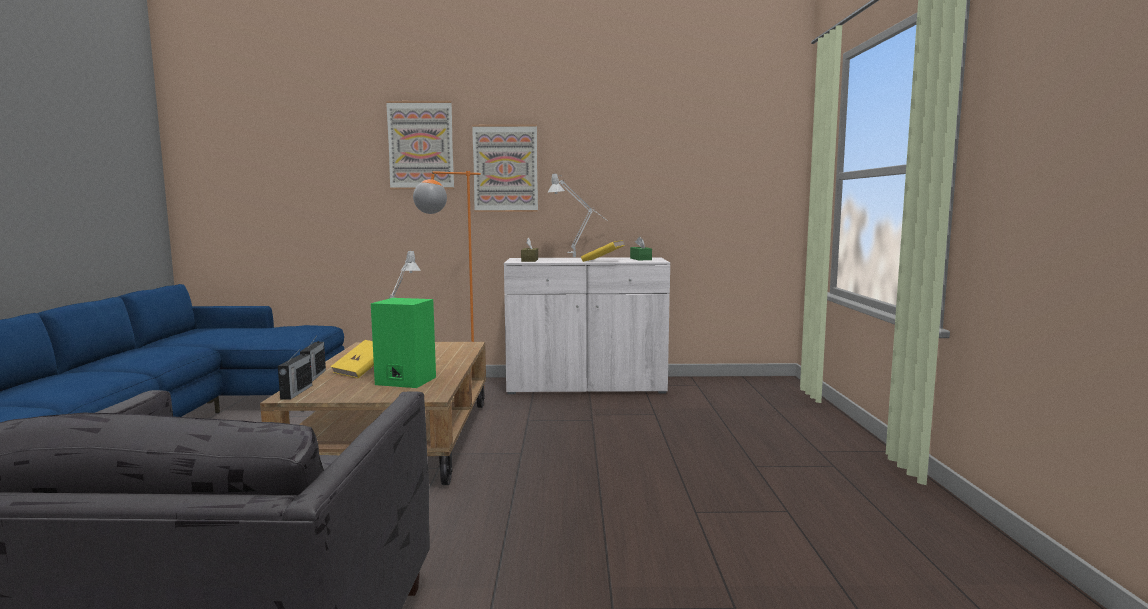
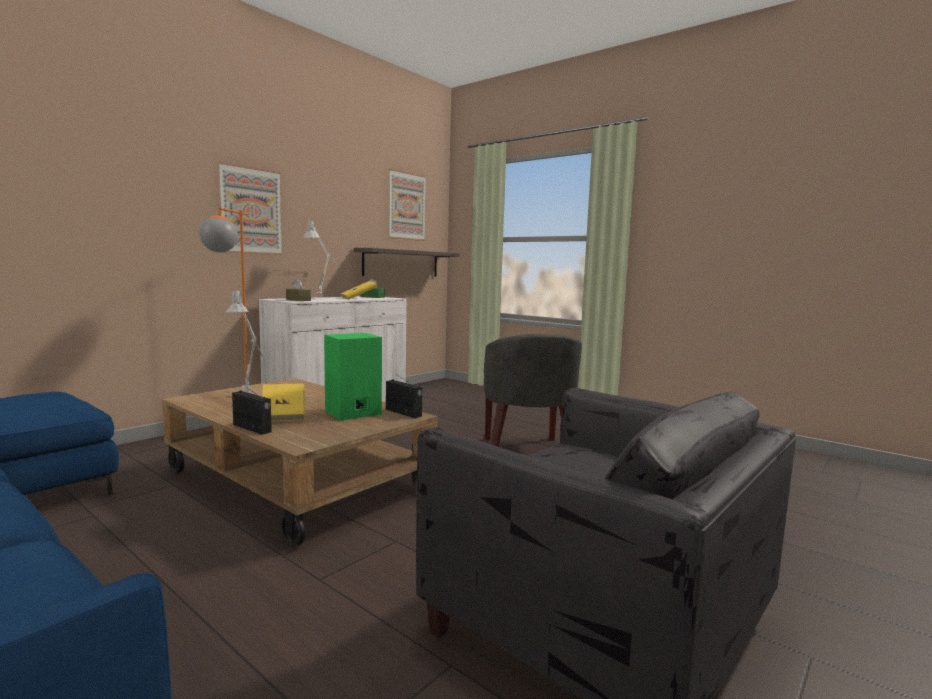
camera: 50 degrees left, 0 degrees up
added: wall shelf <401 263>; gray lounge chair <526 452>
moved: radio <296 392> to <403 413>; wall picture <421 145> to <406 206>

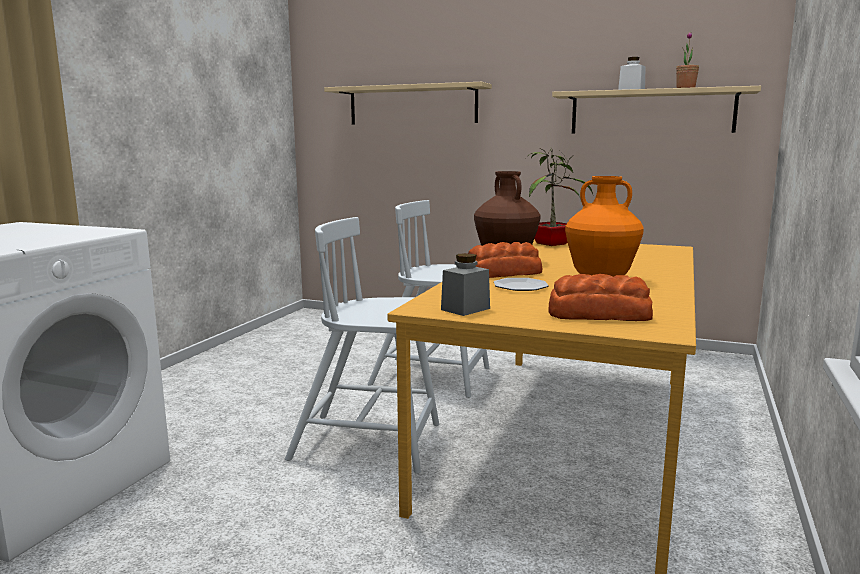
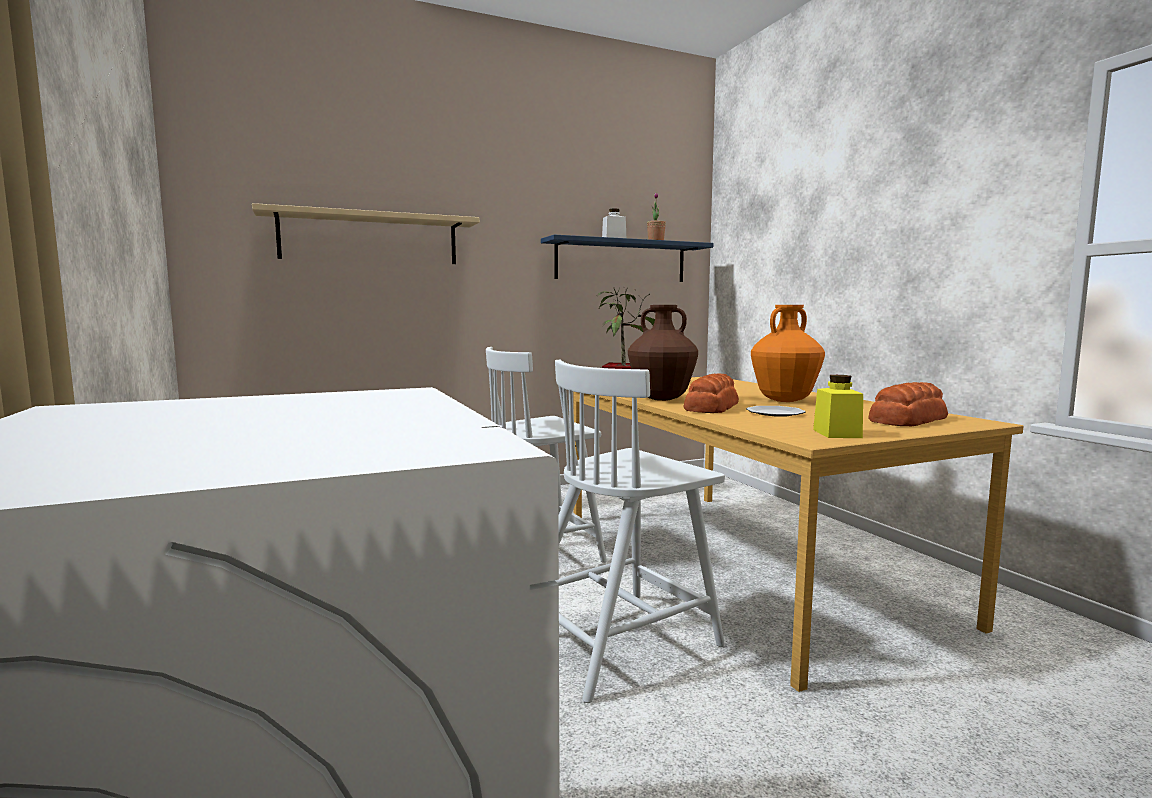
camera: 45 degrees left, 5 degrees down
recoloured: gray preserve jar <465 309> to yellow-coloured preserve jar <837 433>; sand-coloured wall shelf <651 112> to bluish wall shelf <621 261>

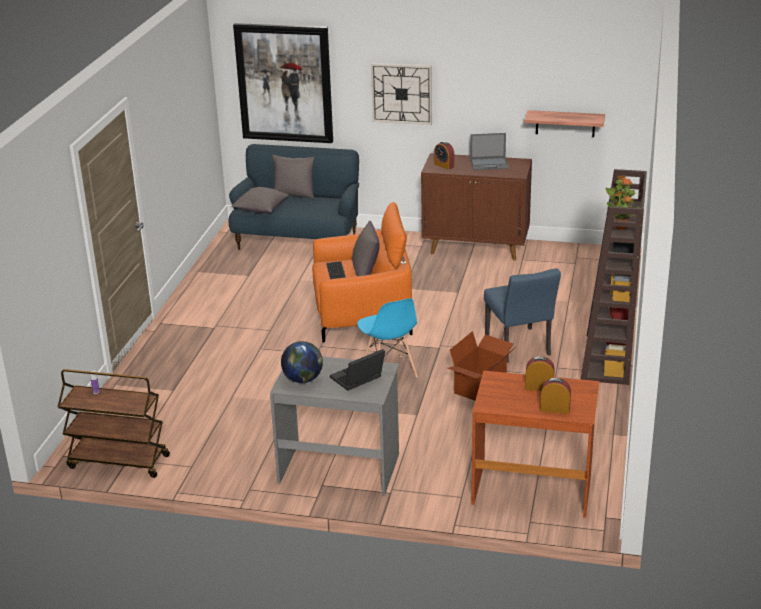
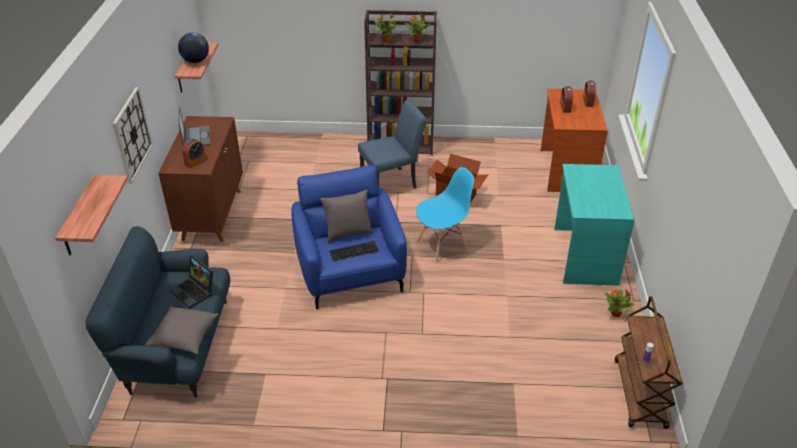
camera: 100 degrees left, 10 degrees up
removed: gray cushion <294 196>
added: potted plant <616 313>
moved: desk globe <303 379> to <195 61>; notebook computer <357 379> to <195 291>
replaced: wall picture <284 83> to wall shelf <79 217>
recoloured: gray desk table <339 467> to turquoise desk table <584 255>; orange-coloured lounge chair <362 316> to bluish lounge chair <350 272>

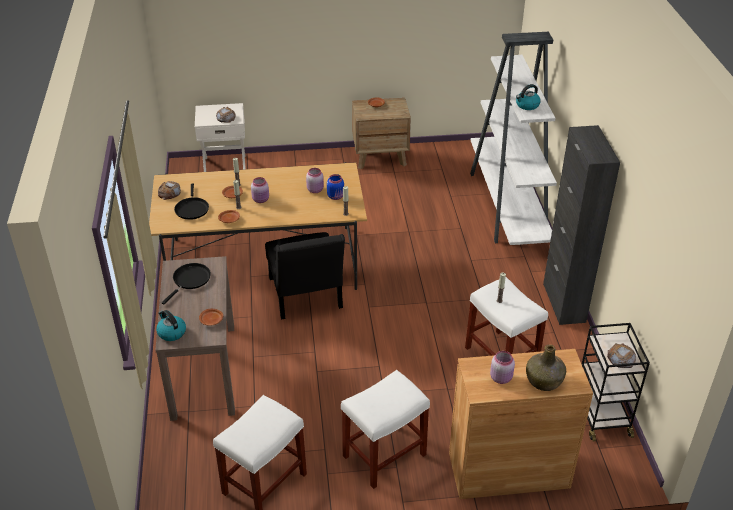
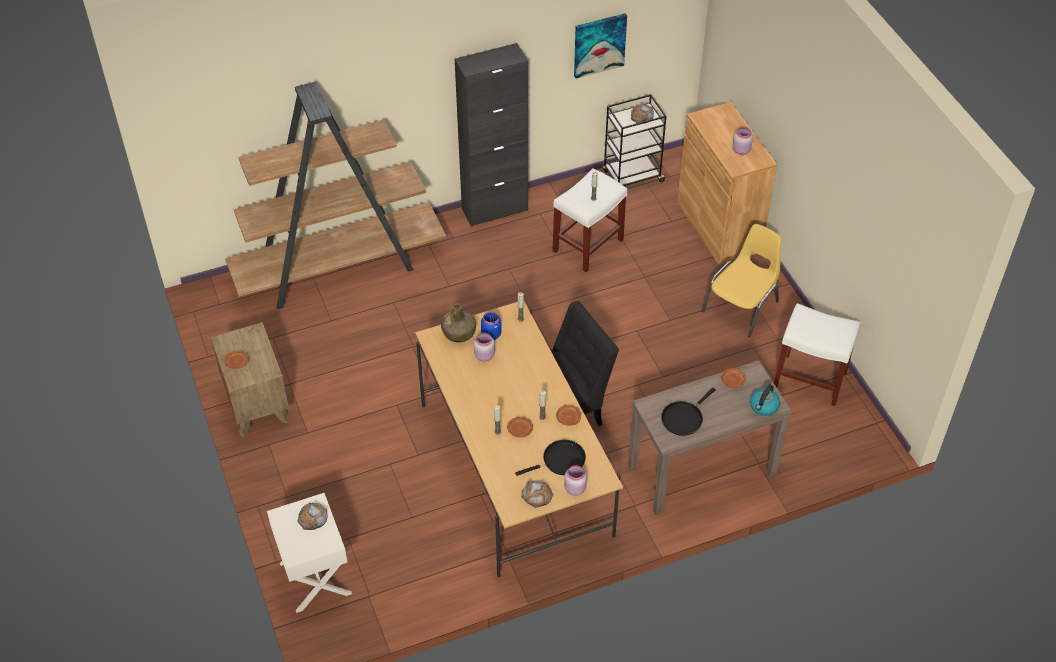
camera: 105 degrees left, 10 degrees up
removed: water kettle <527 105>
added: wall picture <599 44>
moved: pinkish preserve jar <261 200> to <575 488>; green-coloured drink bottle <544 380> to <459 333>
replaced: white sitting stool <383 456> to yellow-coloured upright chair <742 306>
recoloured: white bookcase <508 206> to brown bookcase <339 267>
turned: black-coloured skillet <190 280> = <683 418> 60 degrees counterclockwise

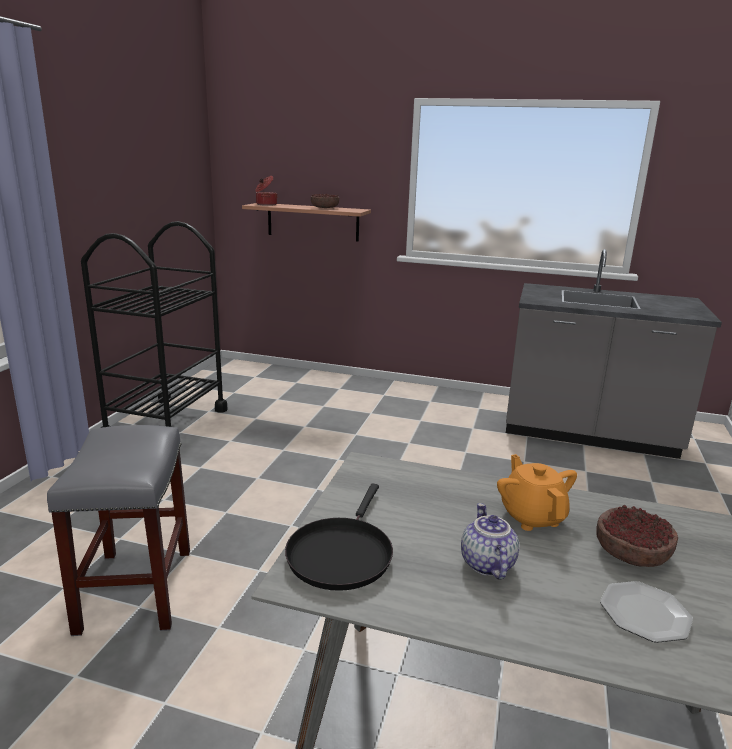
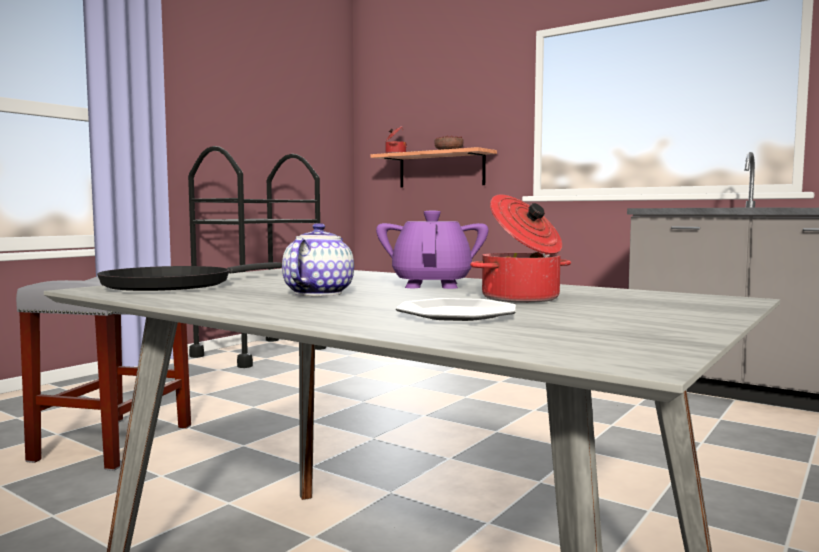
camera: 20 degrees right, 15 degrees down
replaced: bowl <632 552> to cooking pot <521 298>
recoloured: orange-coloured pot for tea <532 516> to purplish pot for tea <432 285>

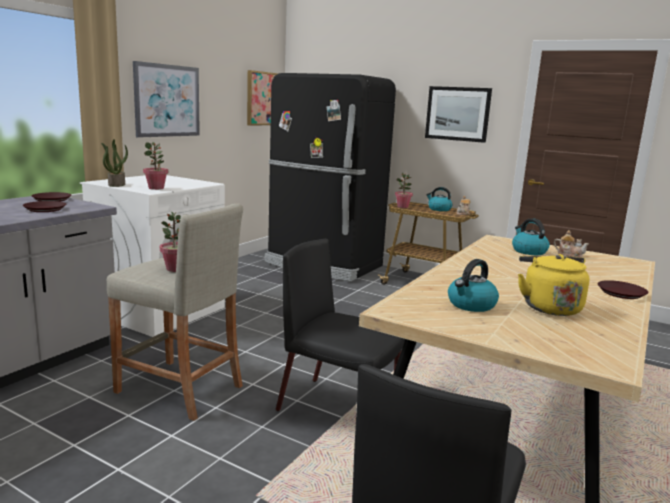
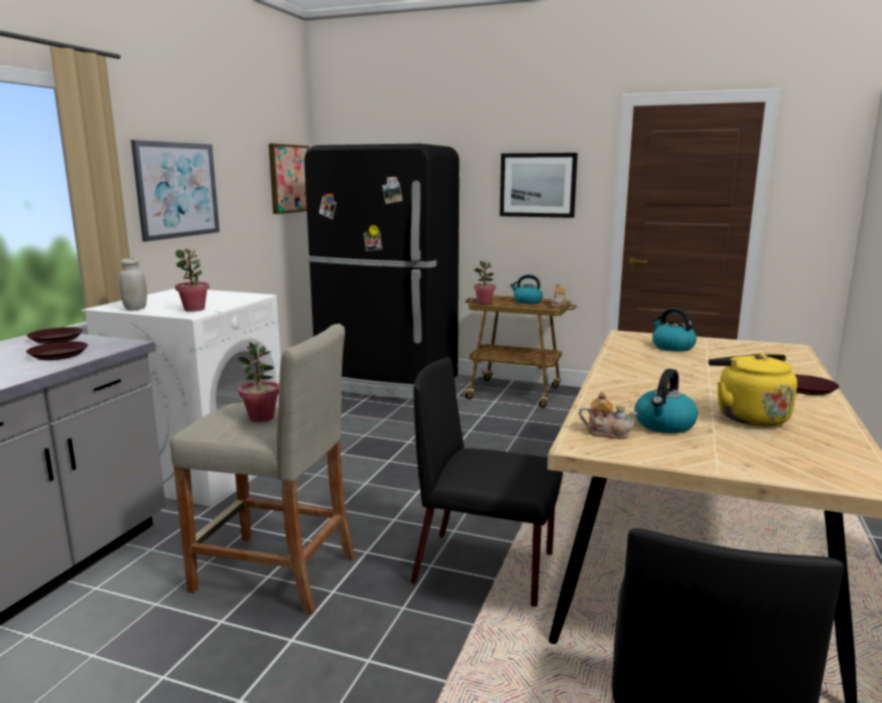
camera: 10 degrees left, 0 degrees up
moved: pot for tea <569 255> to <607 433>
replaced: potted plant <116 184> to white preserve jar <136 309>

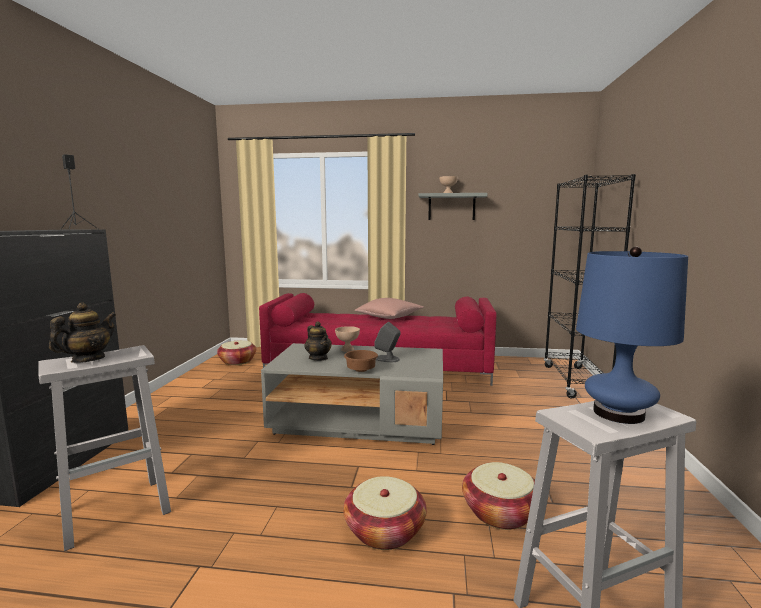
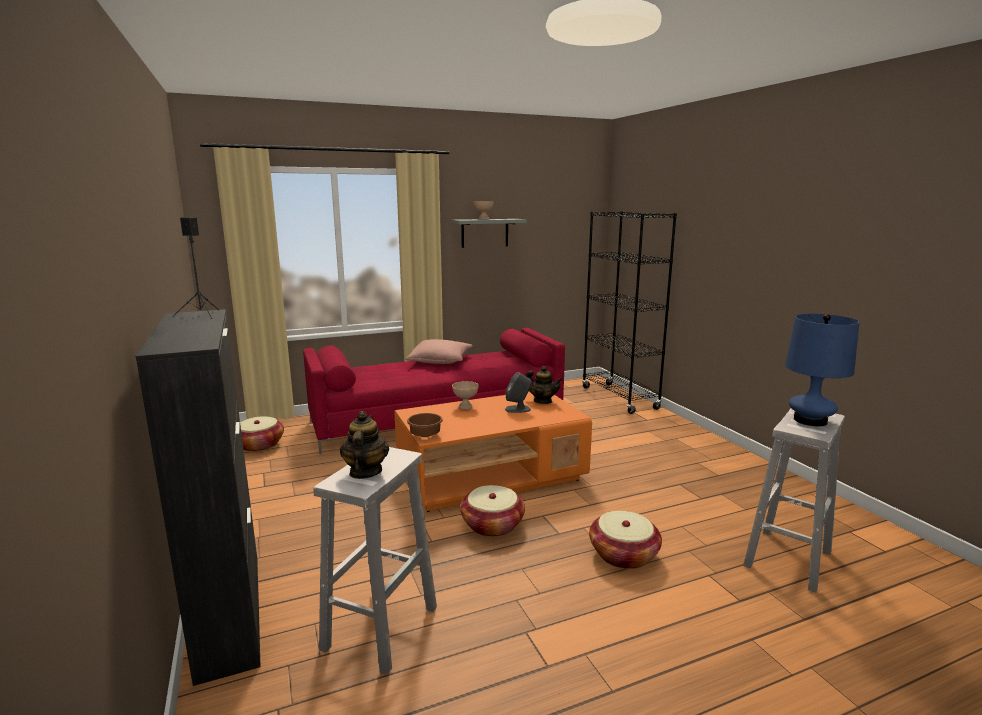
camera: 30 degrees left, 5 degrees up
moved: pot for tea <318 358> to <542 401>; brown bowl <360 370> to <425 435>; storage basket <500 512> to <492 525>
recoloured: gray coffee table <360 421> to orange-coloured coffee table <491 476>

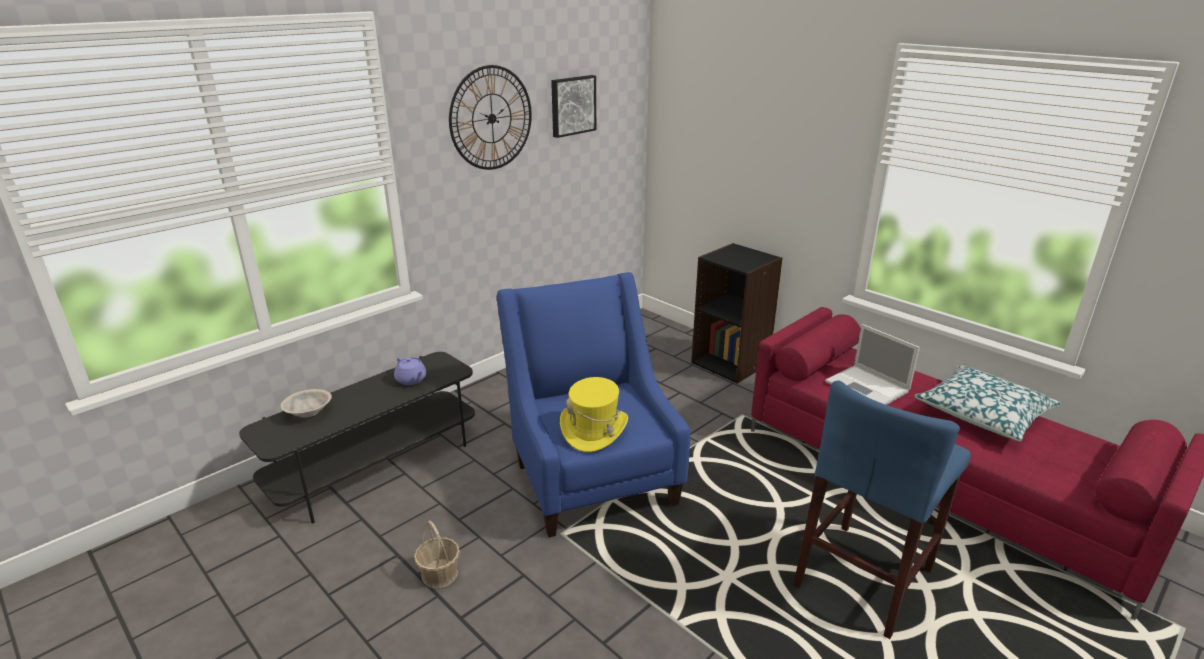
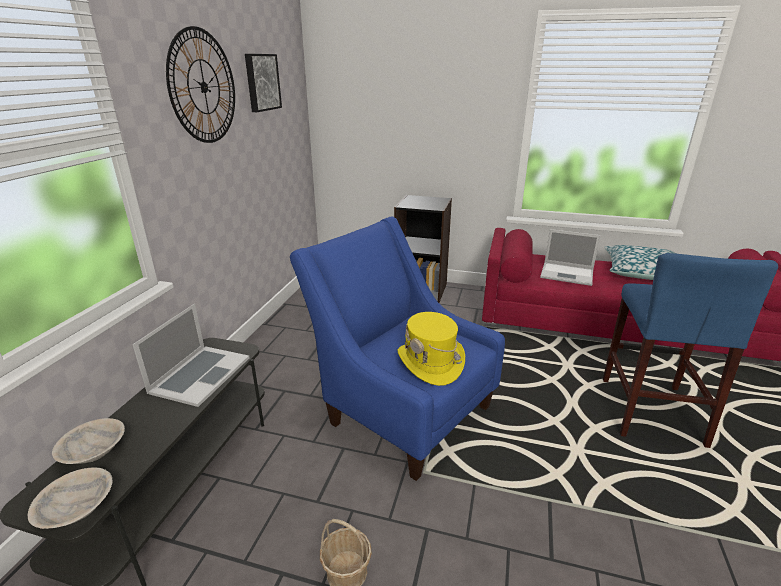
camera: 30 degrees left, 0 degrees up
added: sand-coloured bowl <78 510>
replaced: purplish pot for tea <411 380> to notebook computer <200 374>

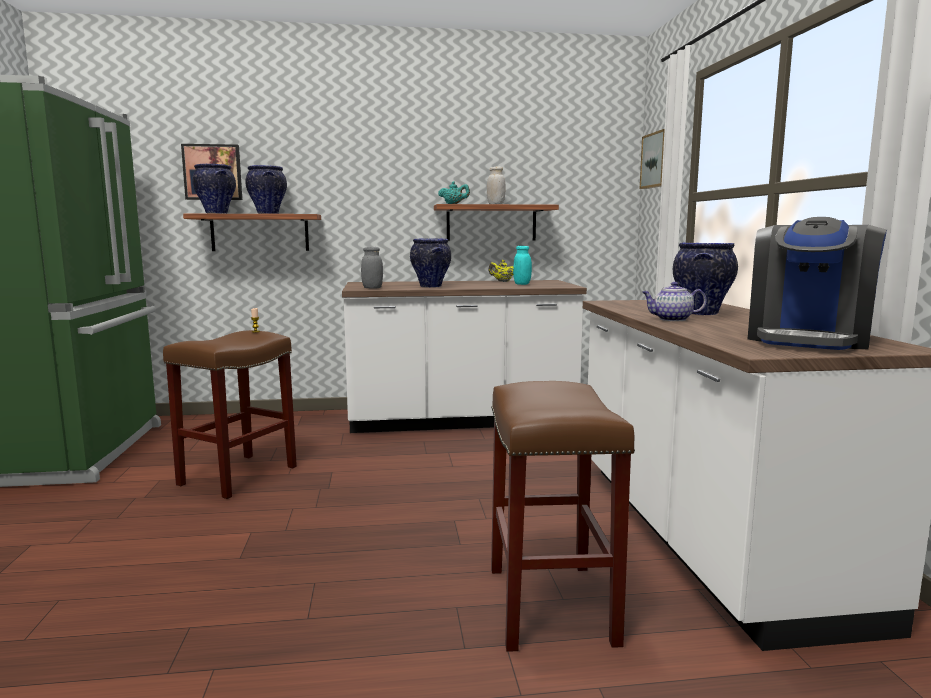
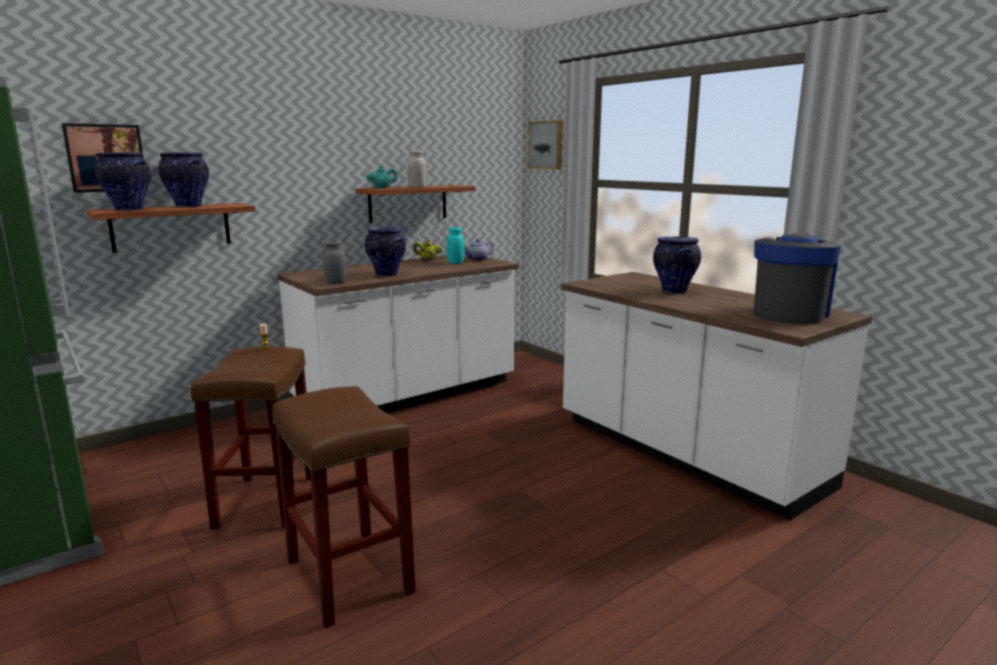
camera: 30 degrees left, 5 degrees up
moved: brown sitting stool <548 603> to <347 575>; pot for tea <671 319> to <477 259>
turned: coffee machine <807 340> = <789 313> 150 degrees counterclockwise

